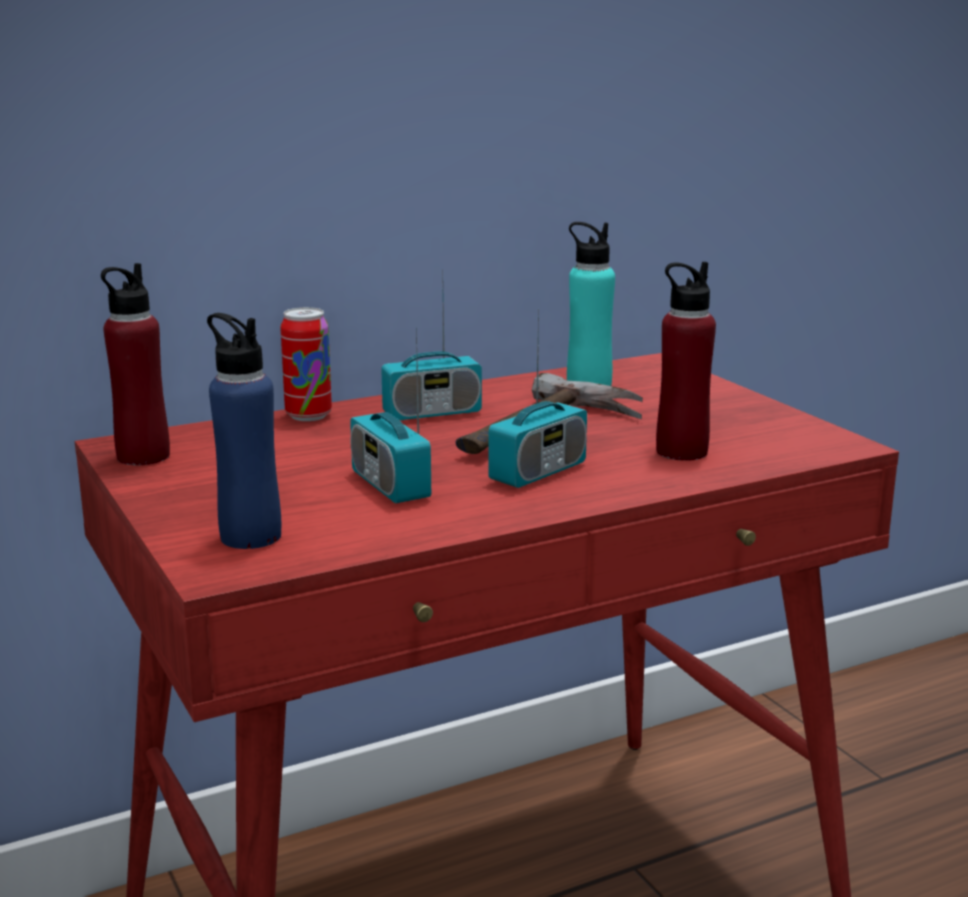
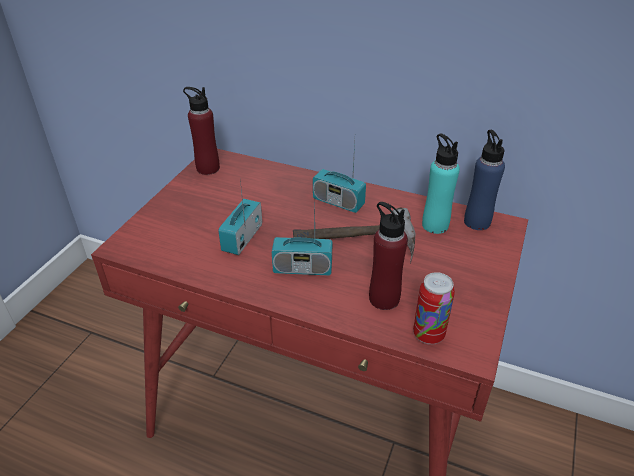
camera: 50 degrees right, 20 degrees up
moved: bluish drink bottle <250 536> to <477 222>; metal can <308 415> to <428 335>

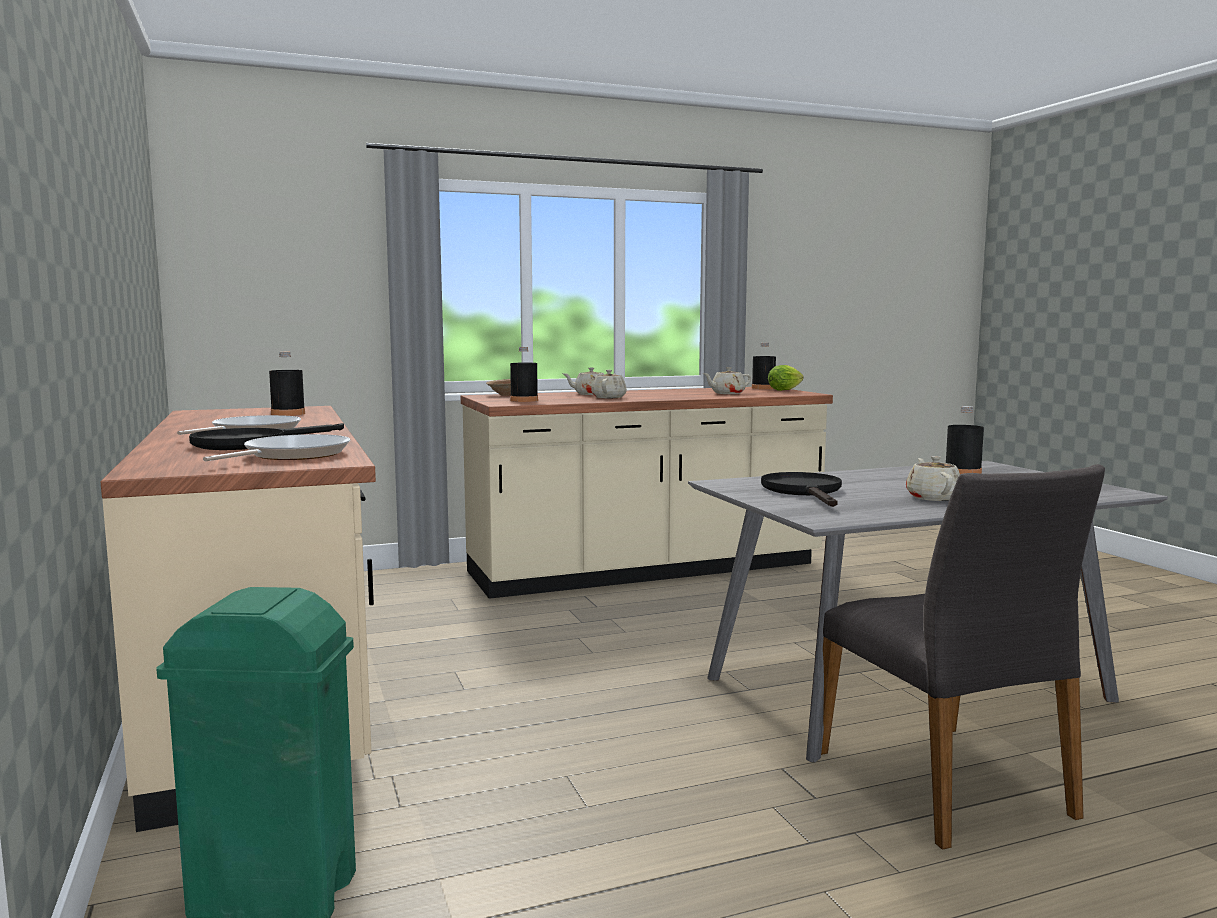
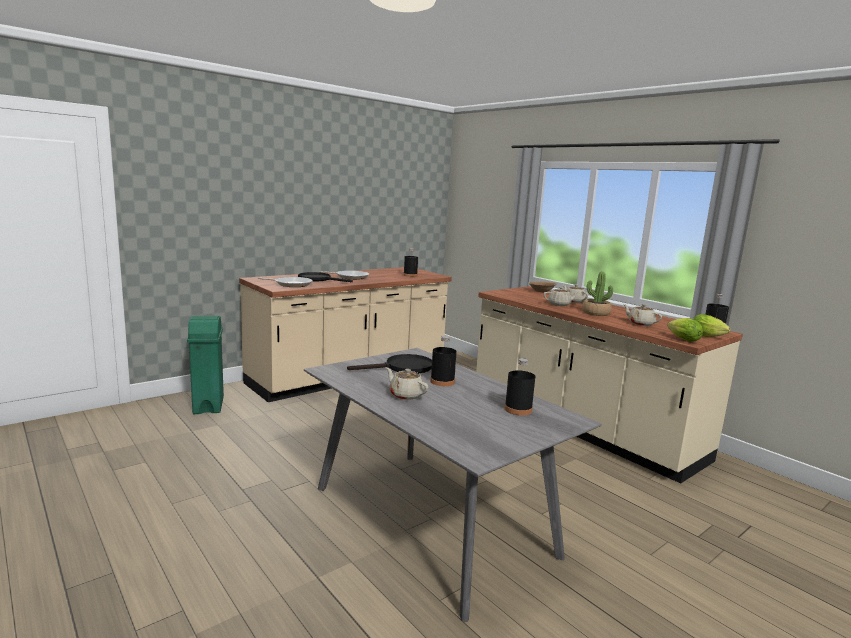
camera: 70 degrees right, 5 degrees up
removed: gray upright chair <945 783>
added: potted plant <595 313>; lettuce head <681 339>
moved: black-coloured drink bottle <524 400> to <442 381>
turned: sand-coloured pot for tea <933 497> = <405 395> 120 degrees counterclockwise

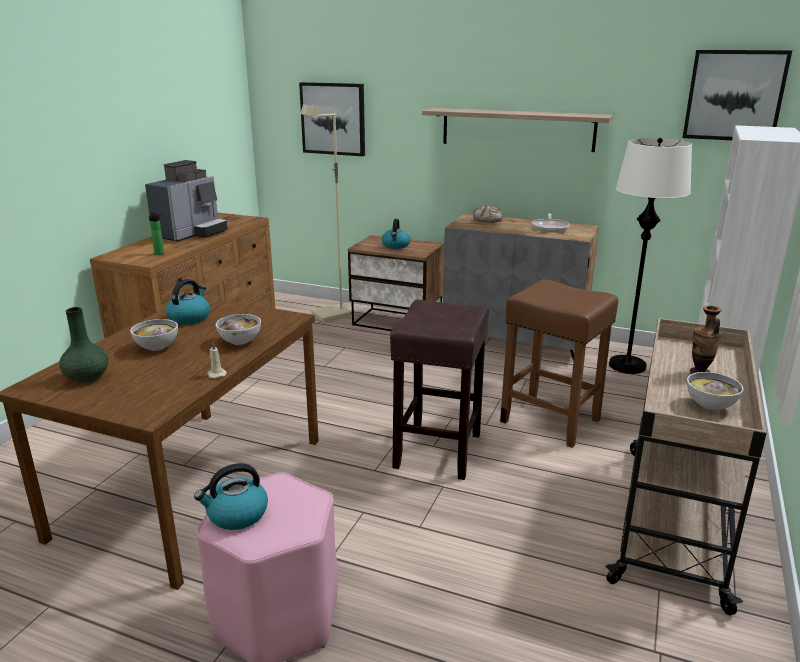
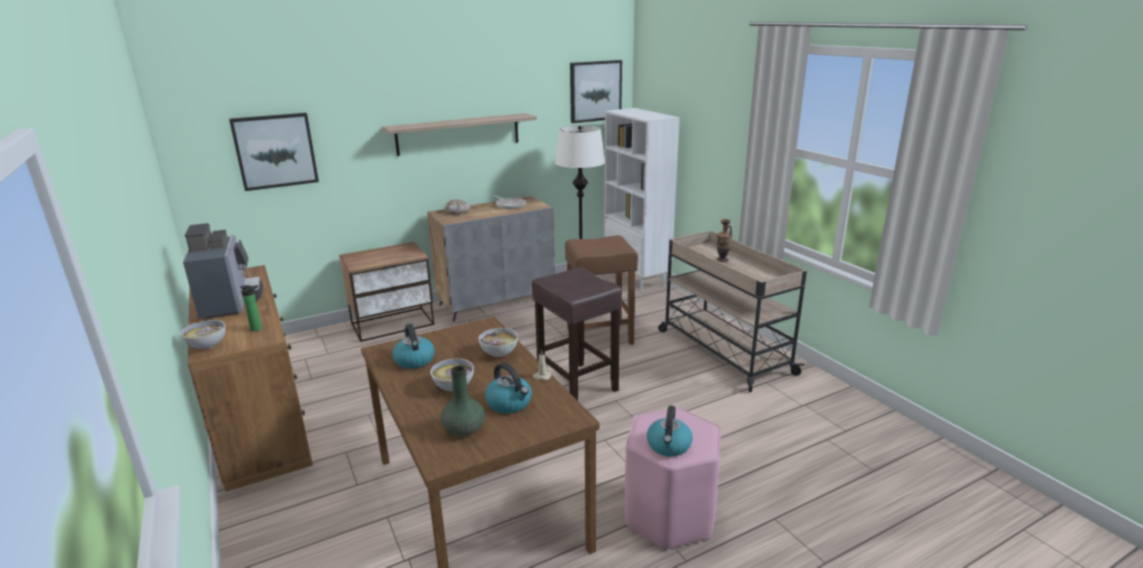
camera: 50 degrees left, 0 degrees up
removed: sand-coloured standard lamp <332 315>
moved: water kettle <396 246> to <510 403>; bowl <710 406> to <207 346>

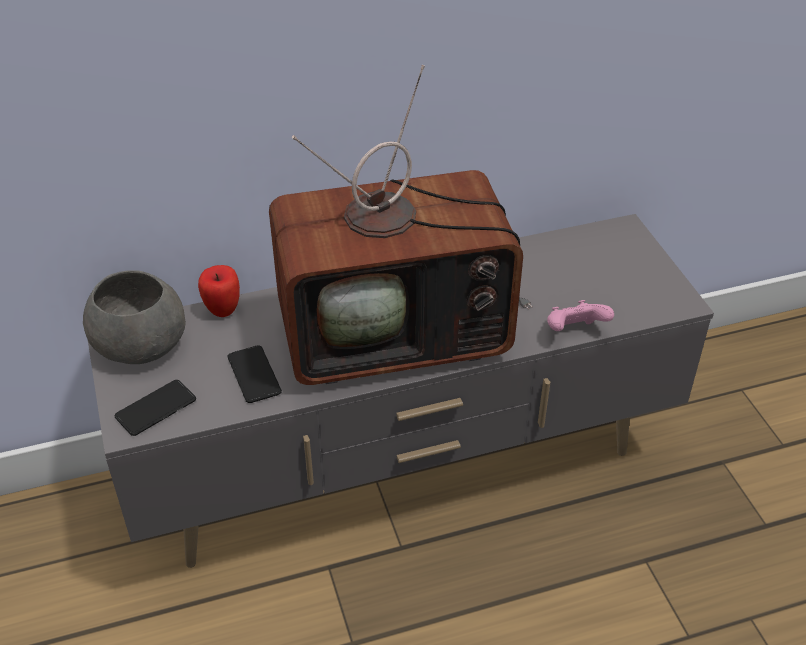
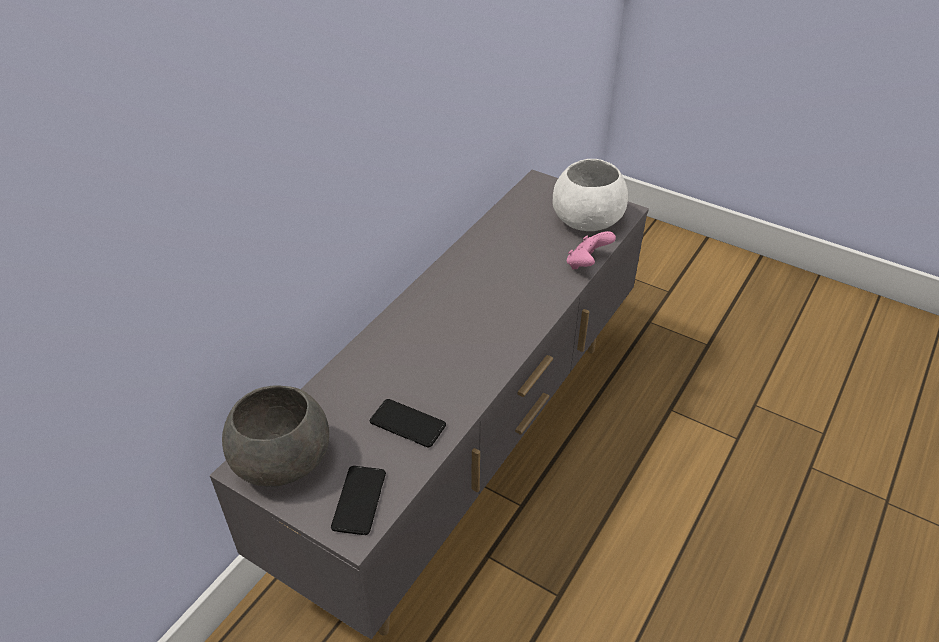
camera: 40 degrees left, 0 degrees up
removed: whole apple <223 310>; TV set <399 331>
added: white bowl <586 220>

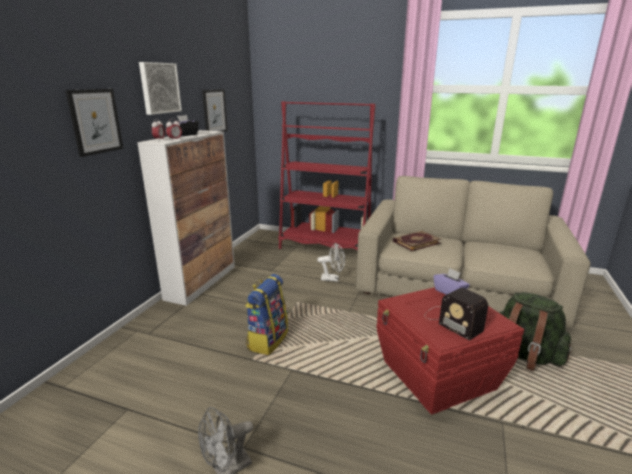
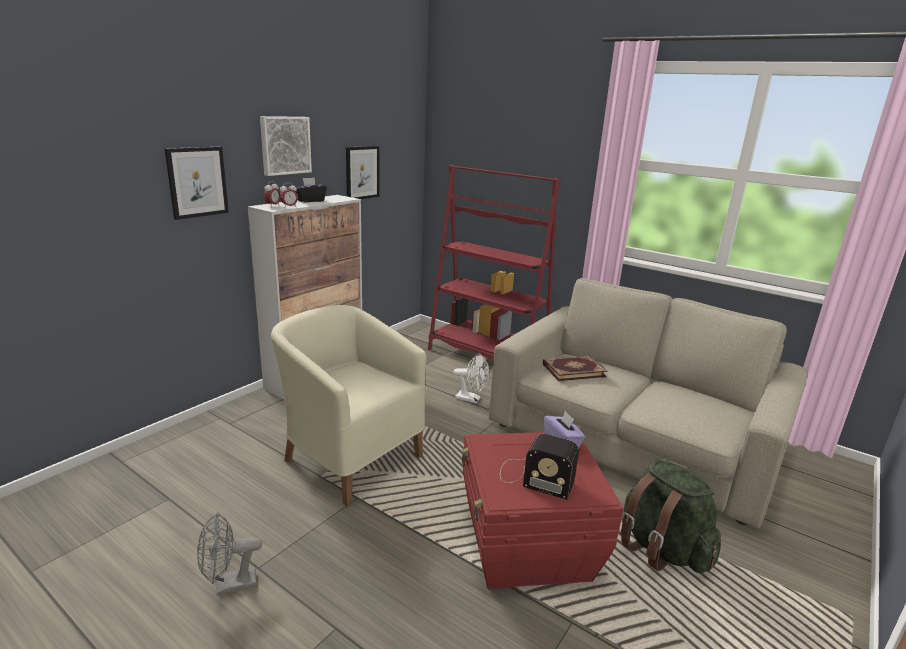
camera: 15 degrees right, 0 degrees up
replaced: knapsack <267 340> to sand-coloured lounge chair <350 457>
turned: radio <451 321> = <533 477> 45 degrees counterclockwise

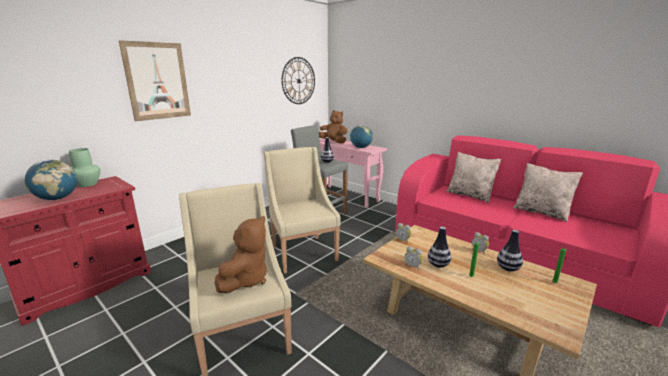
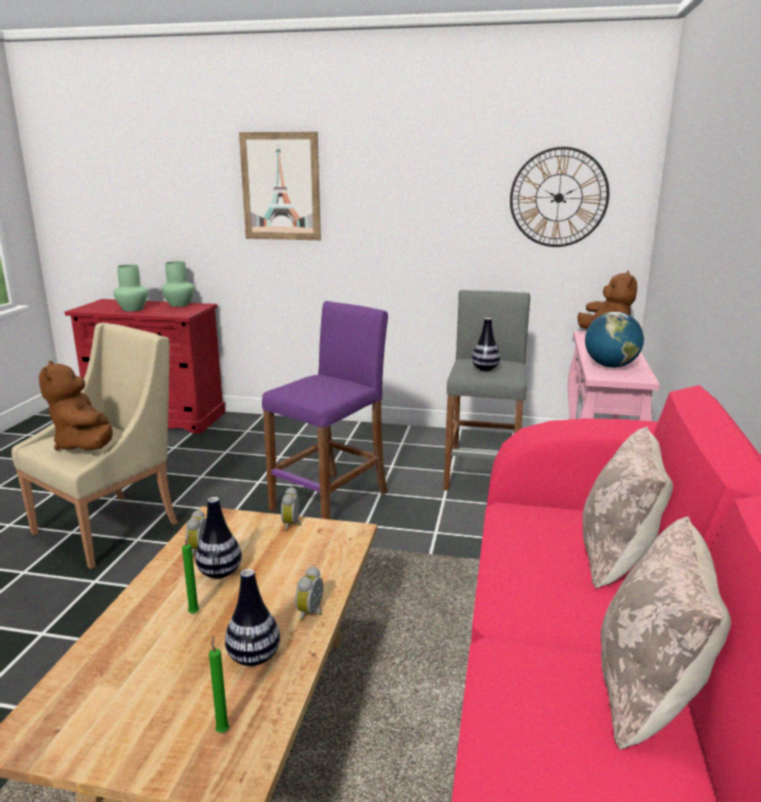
camera: 60 degrees right, 0 degrees up
replaced: desk globe <57 198> to green-coloured decorative vase <132 309>; sand-coloured lounge chair <302 252> to purplish sitting stool <330 501>
turned: brown plush toy <246 279> = <85 446> 75 degrees clockwise

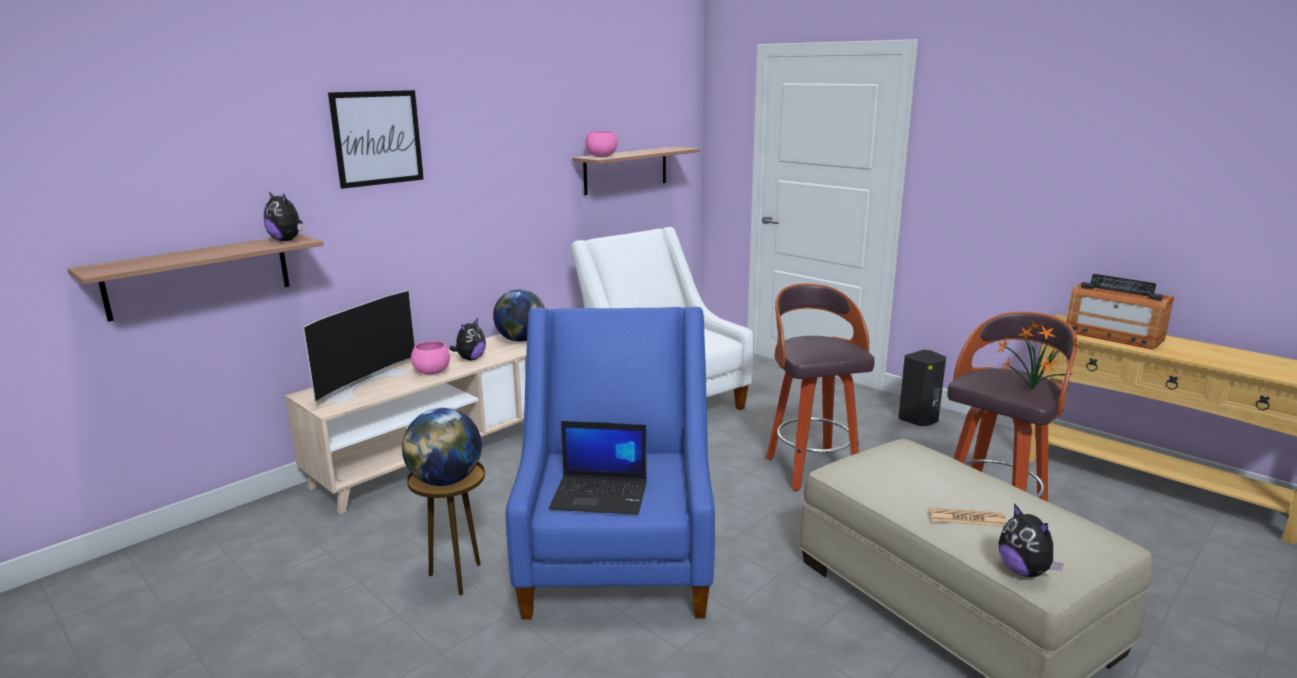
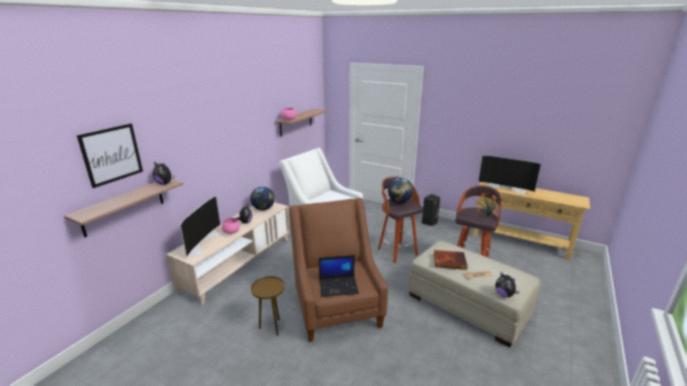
camera: 15 degrees left, 5 degrees up
added: bound book <449 261>
moved: wall picture <377 138> to <112 154>; desk globe <445 481> to <399 202>
replaced: radio <1113 335> to TV set <505 188>
recoloured: bluish lounge chair <617 560> to brown lounge chair <336 307>

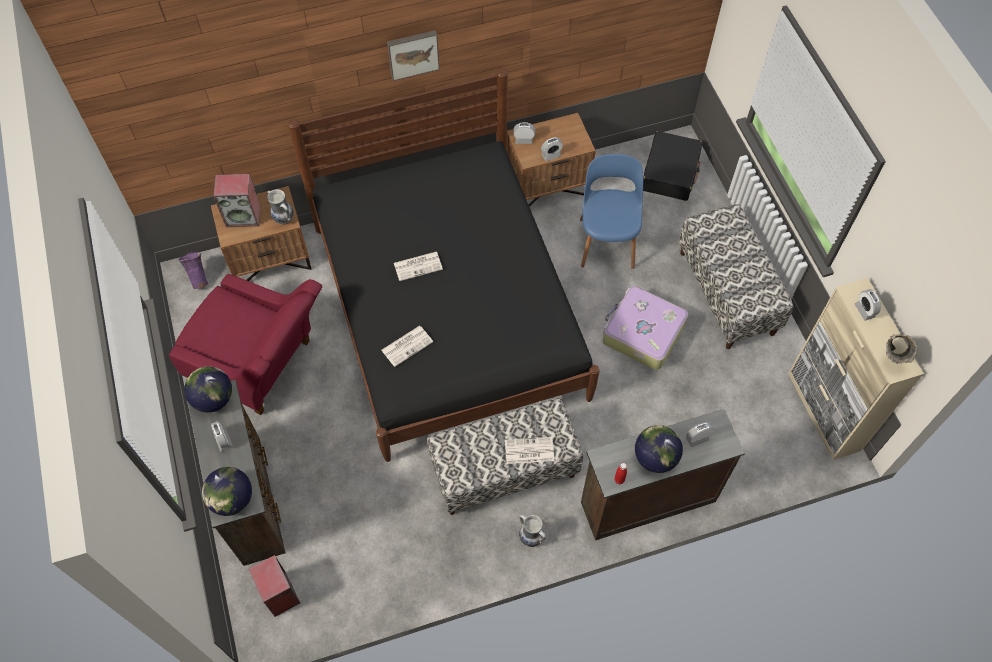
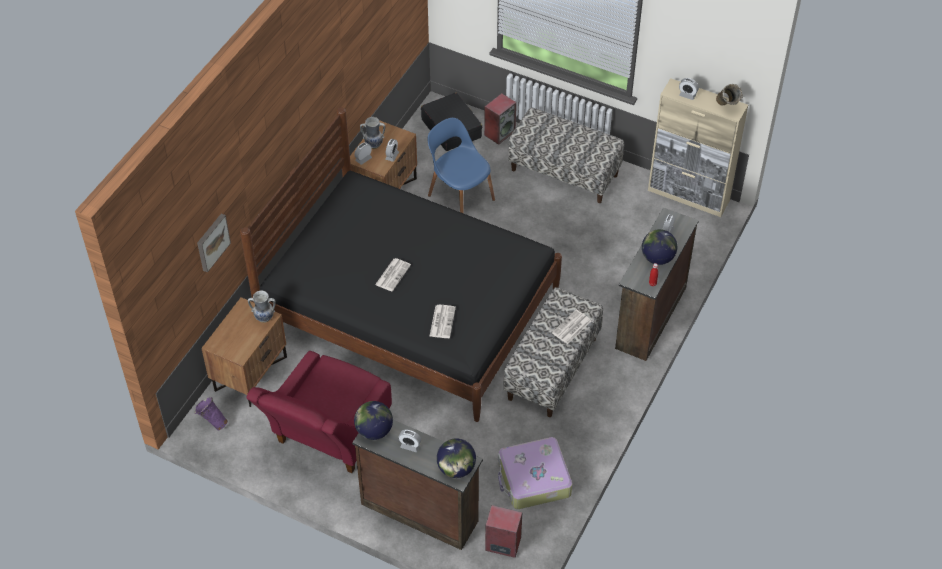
camera: 45 degrees left, 10 degrees down
moved: audio speaker <243 216> to <499 132>; wall picture <413 53> to <212 242>; decorative vase <531 537> to <374 144>; travel case <642 333> to <533 480>
turned: reddish lounge chair <261 366> = <327 438> 135 degrees clockwise

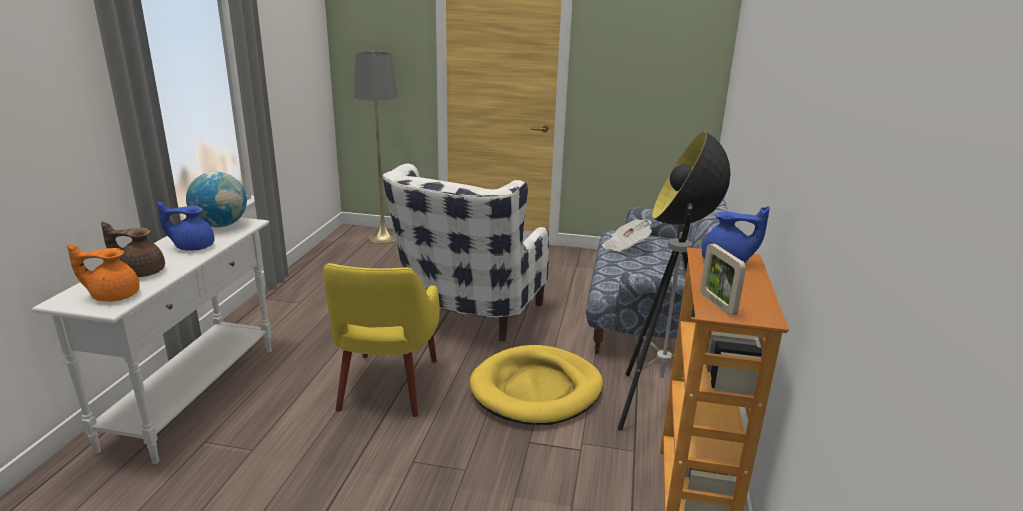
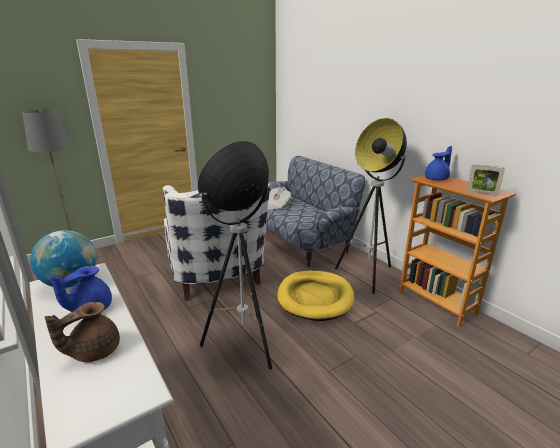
camera: 45 degrees left, 0 degrees up
removed: orange-coloured pot for tea <114 295>
replaced: yellow-coloured lounge chair <387 386> to standard lamp <244 344>

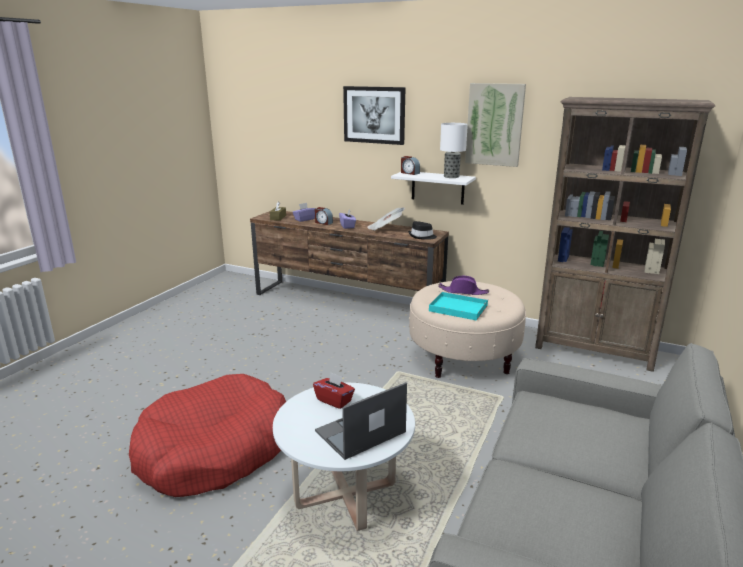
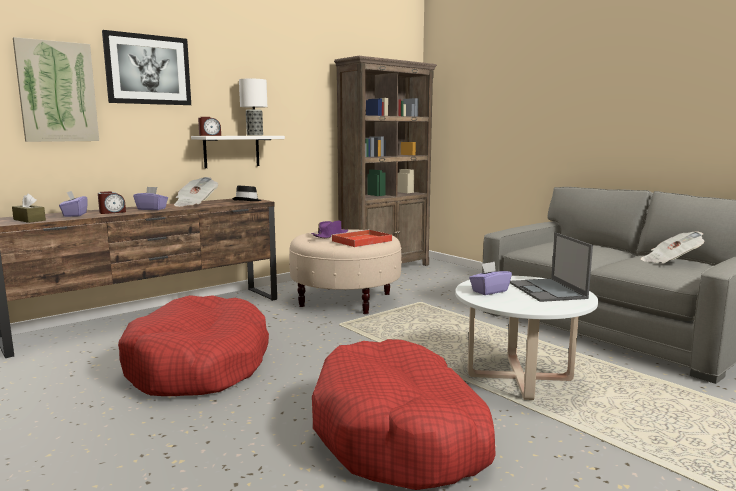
camera: 65 degrees left, 10 degrees down
added: reddish pet bed <199 365>; newspaper <670 261>
moved: wall picture <494 124> to <57 92>
recoloured: reddish box of tissues <334 400> to purplish box of tissues <489 291>; turquoise tray <457 308> to reddish tray <361 241>

